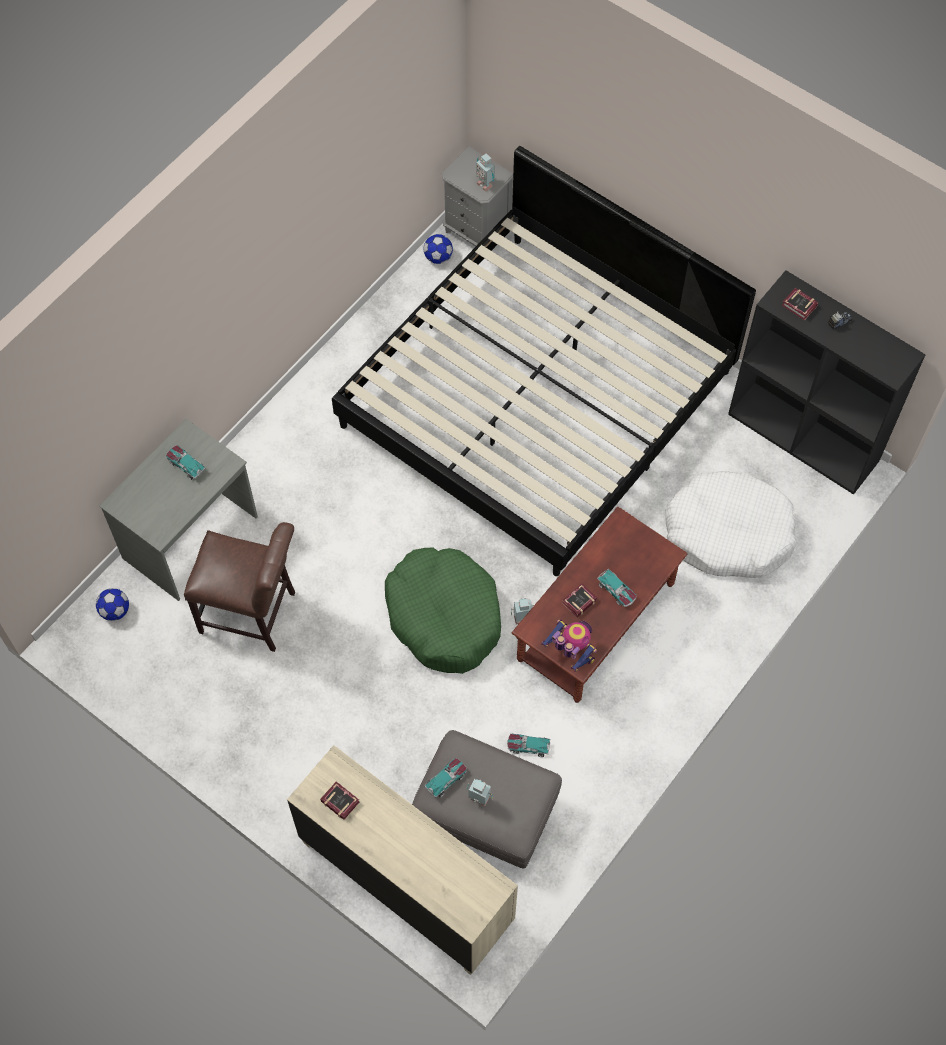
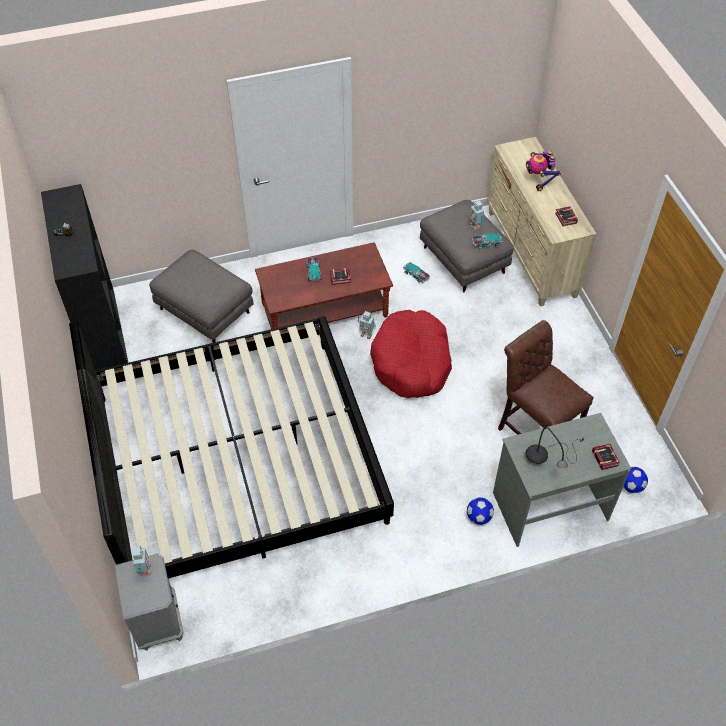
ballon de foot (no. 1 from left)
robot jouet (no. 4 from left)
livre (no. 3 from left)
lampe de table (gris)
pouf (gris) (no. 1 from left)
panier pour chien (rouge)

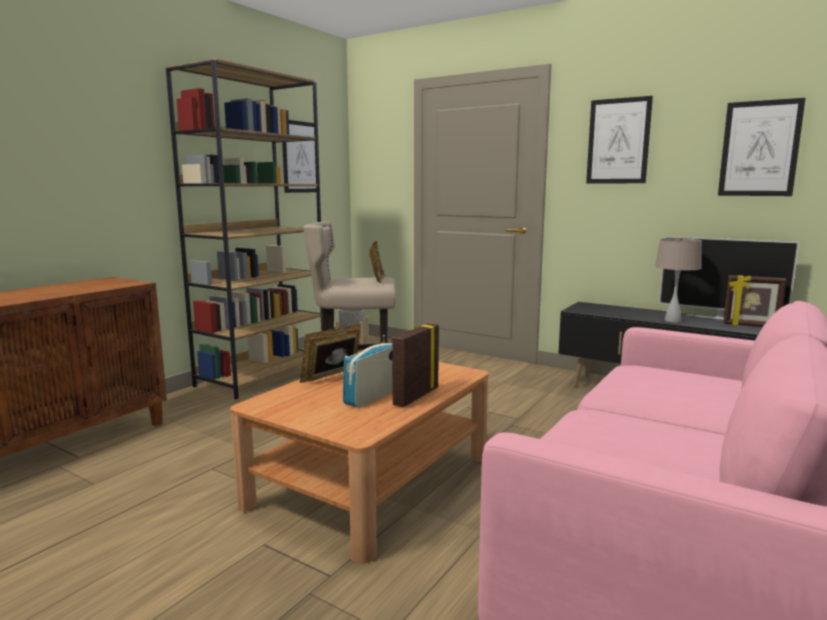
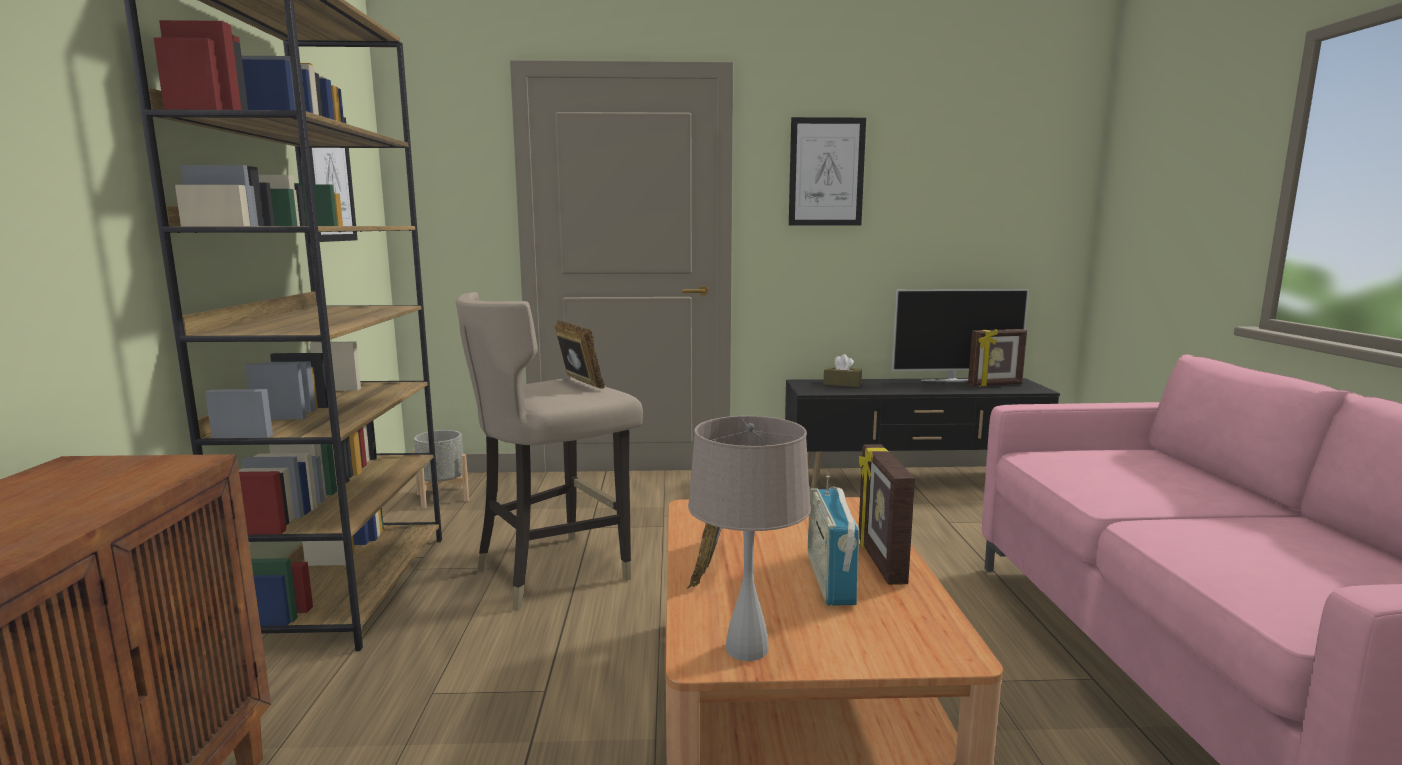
tableau (no. 3 from left in the first image)
boîte à mouchoirs (marron)
lampe de table (beige)

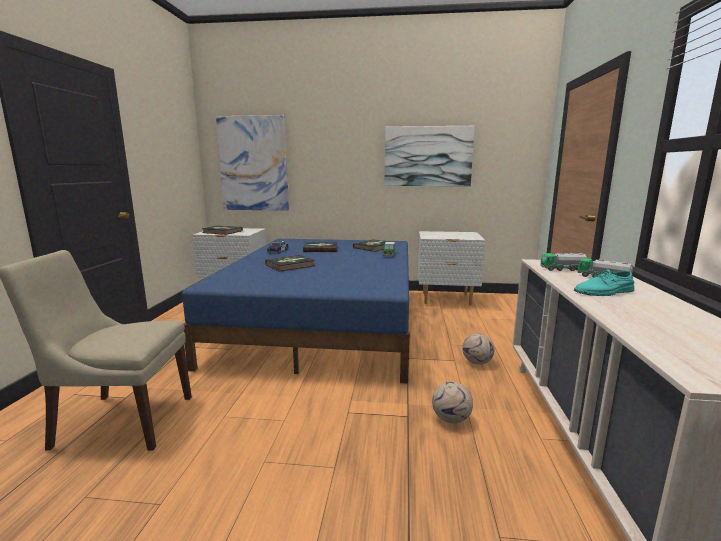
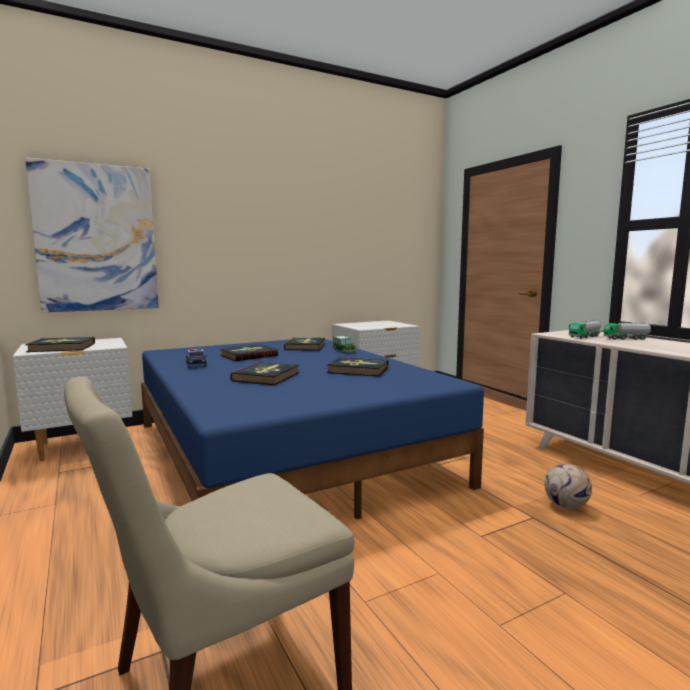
tableau (no. 2 from left in the first image)
ballon de foot (no. 2 from left in the first image)
chaussure (turquoise)
livre (no. 5 from left)

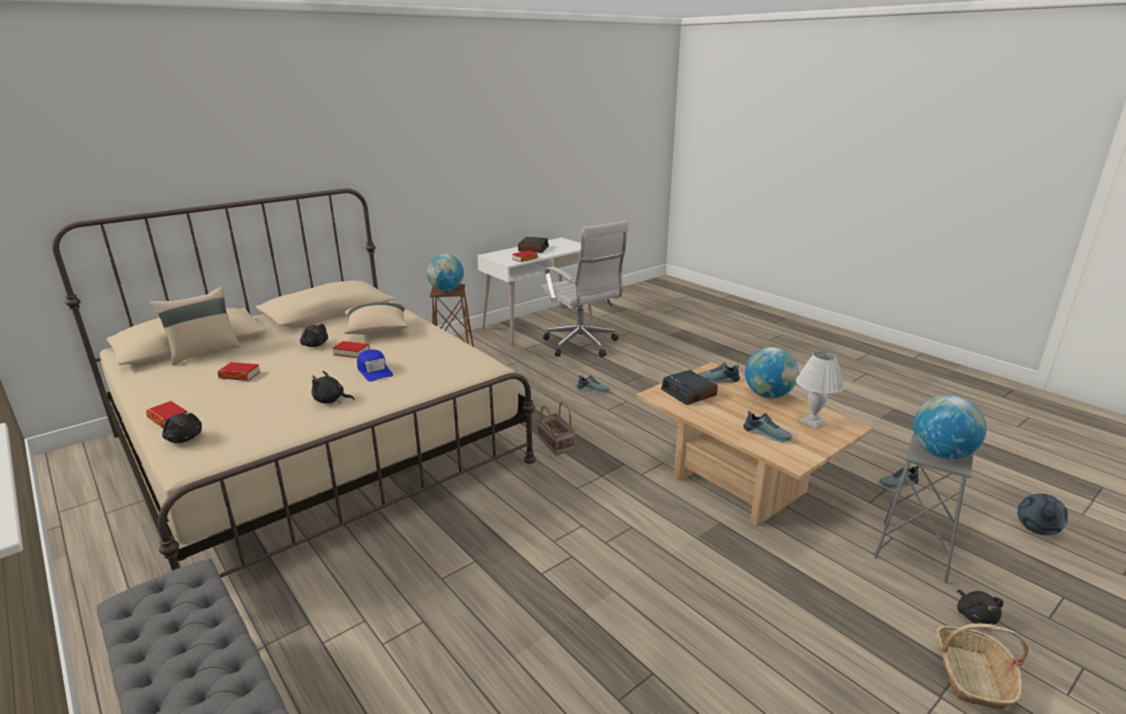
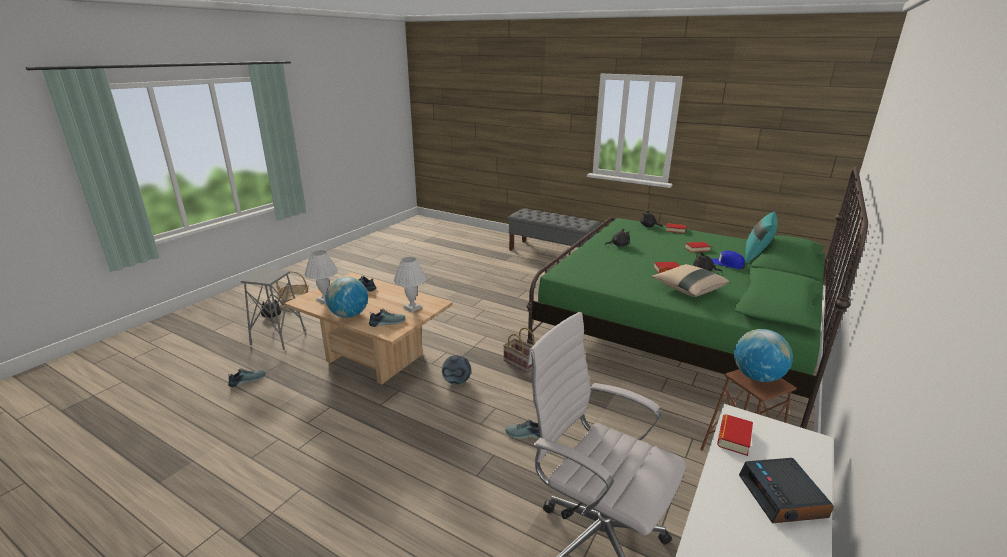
globe (no. 3 from left in the first image)
casquette (bleu)
ballon de foot
lampe de table (blanc) (no. 2 from left)
lit (vert)
coussin (turquoise)

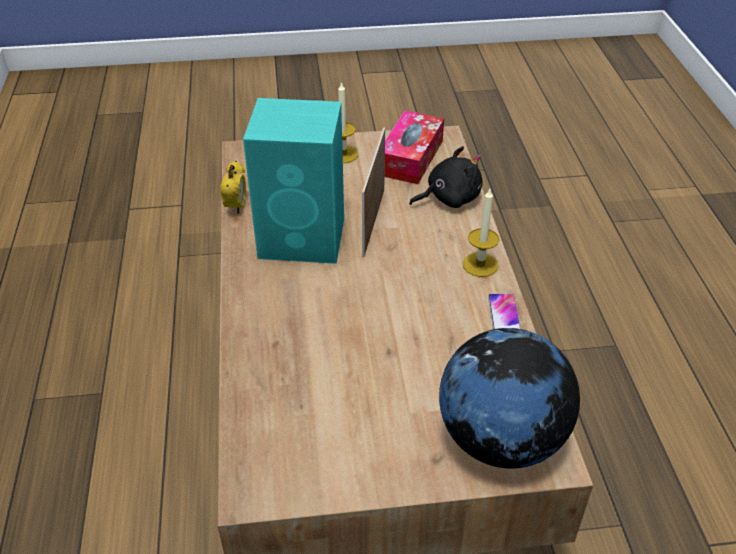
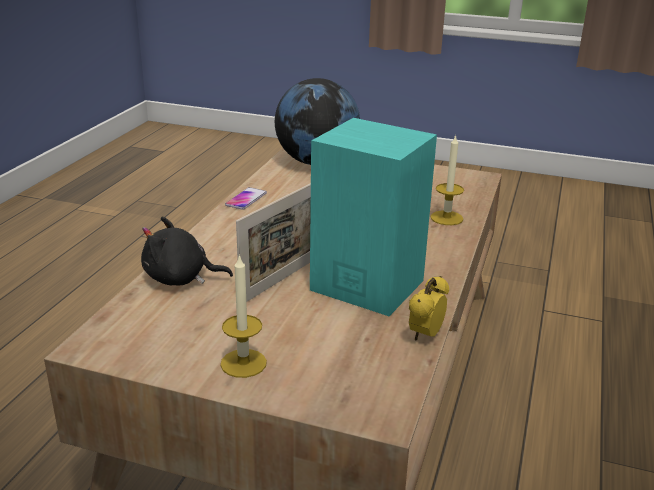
boîte à mouchoirs
bougie (no. 2 from left)

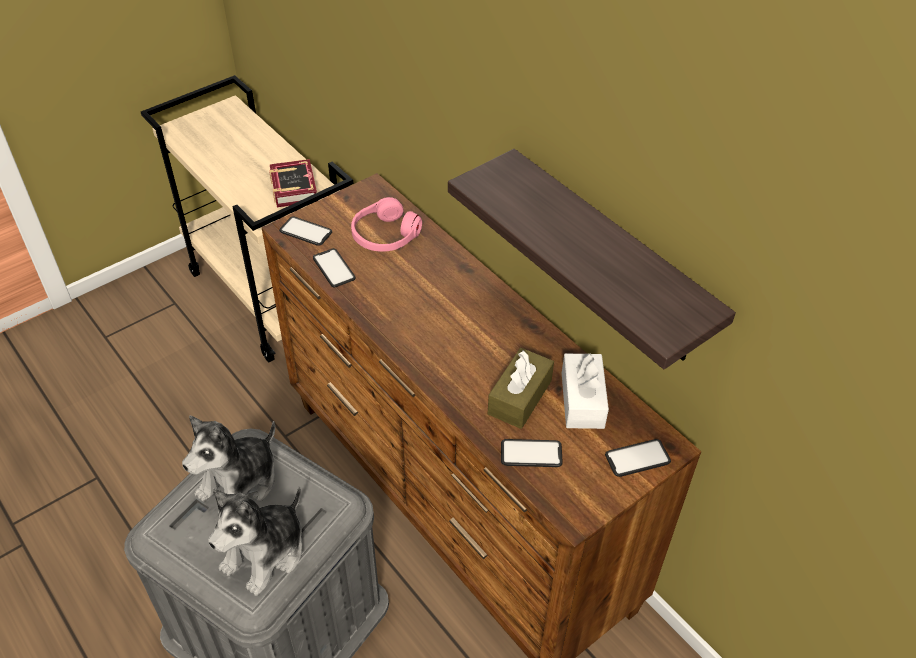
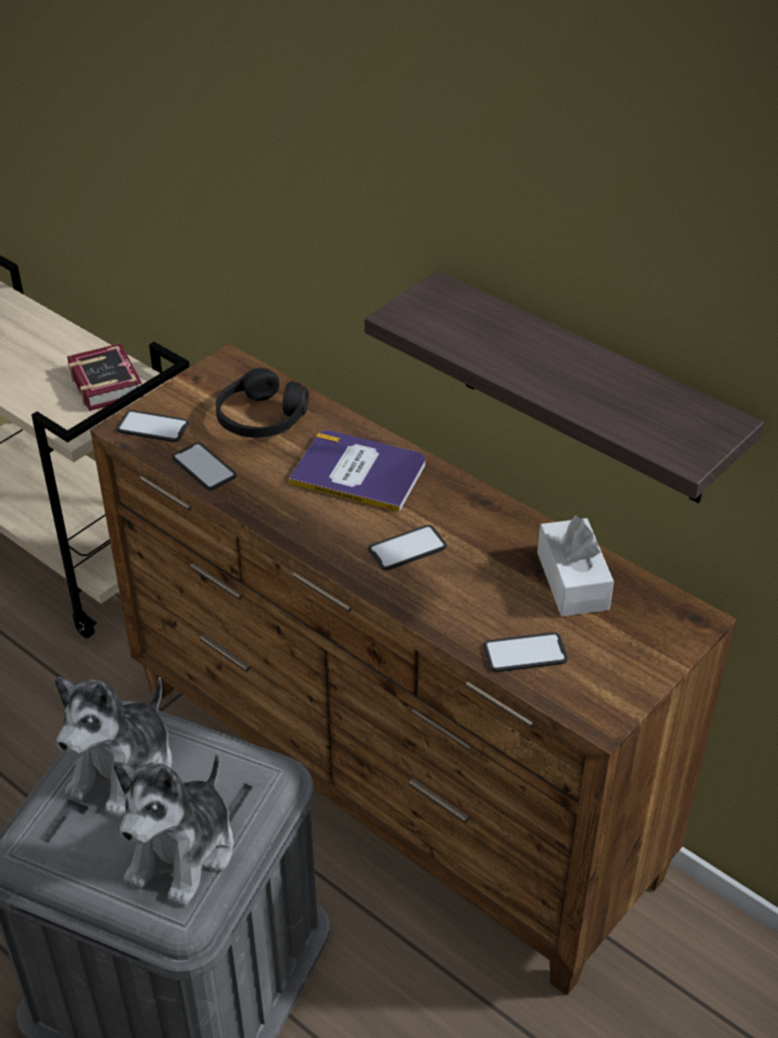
boîte à mouchoirs (marron)
livre (no. 2 from left)
téléphone (no. 3 from left)
casque audio (noir)

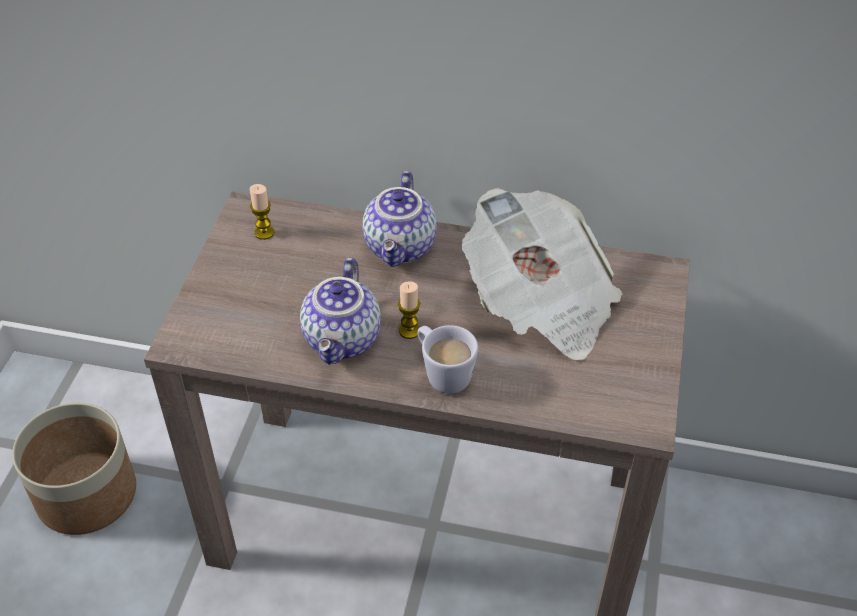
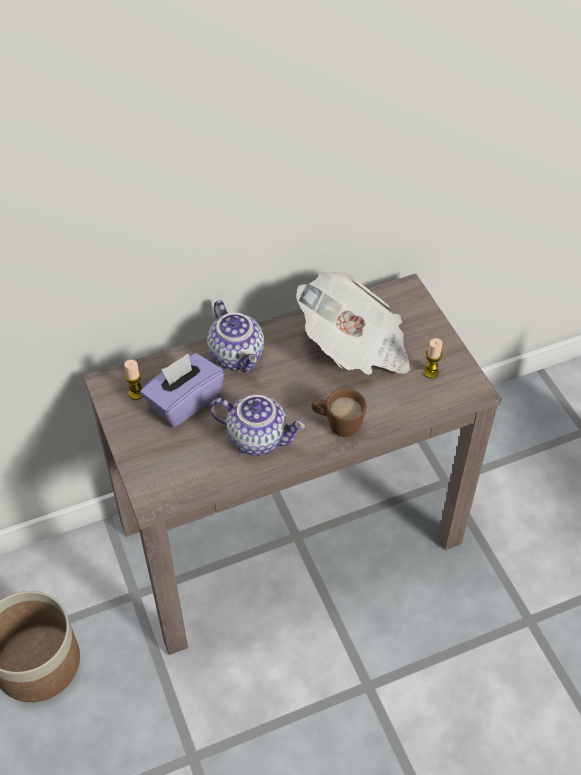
boîte à mouchoirs (violet)
bougie (no. 2 from left)
mug (marron)
théière (no. 2 from left)

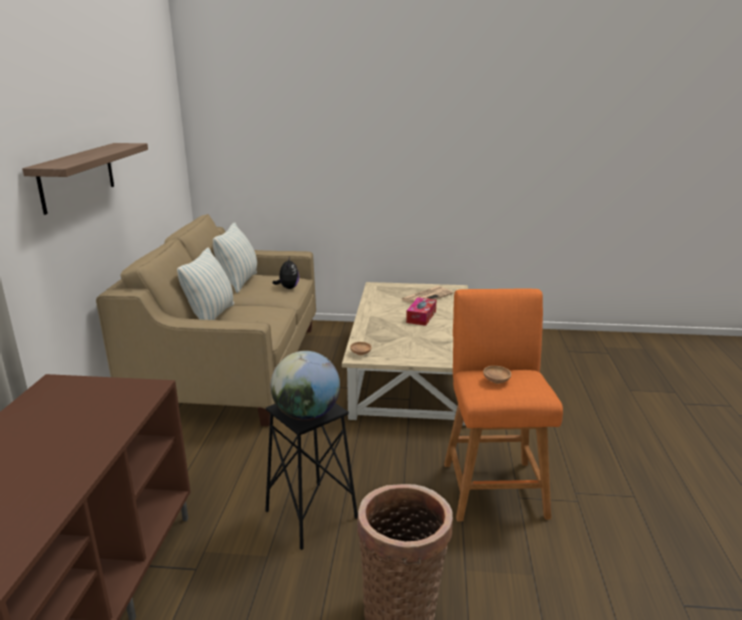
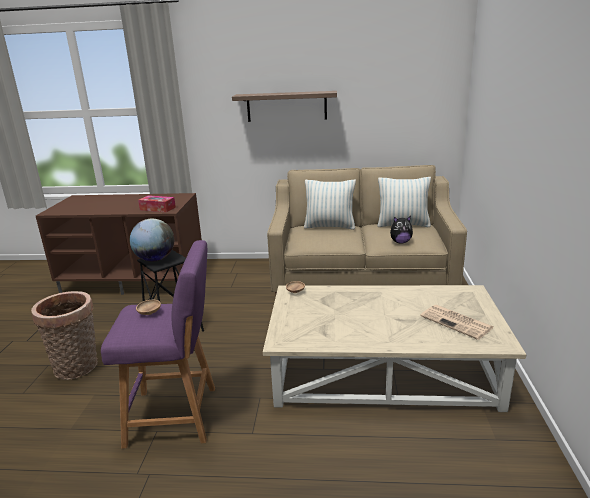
boîte à mouchoirs
tabouret (violet)

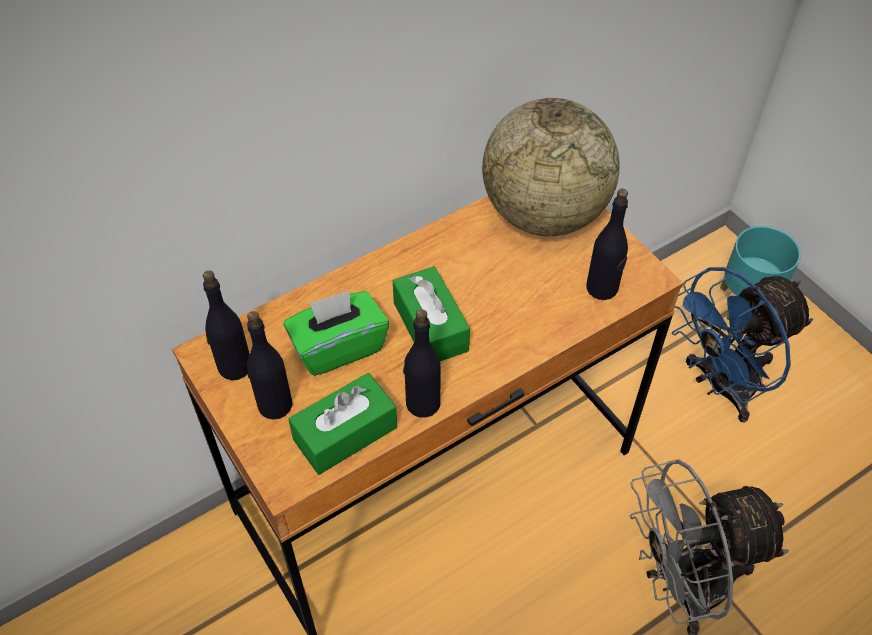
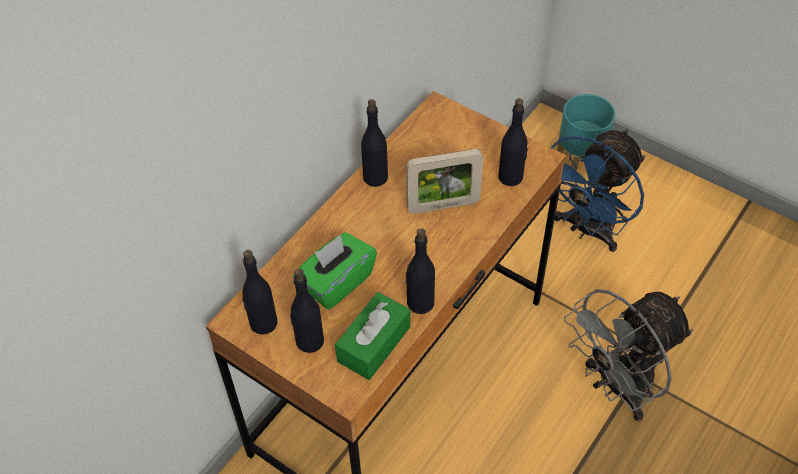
boîte à mouchoirs (vert) (no. 3 from left in the first image)
globe
bouteille (noir) (no. 3 from left)
cadre photo

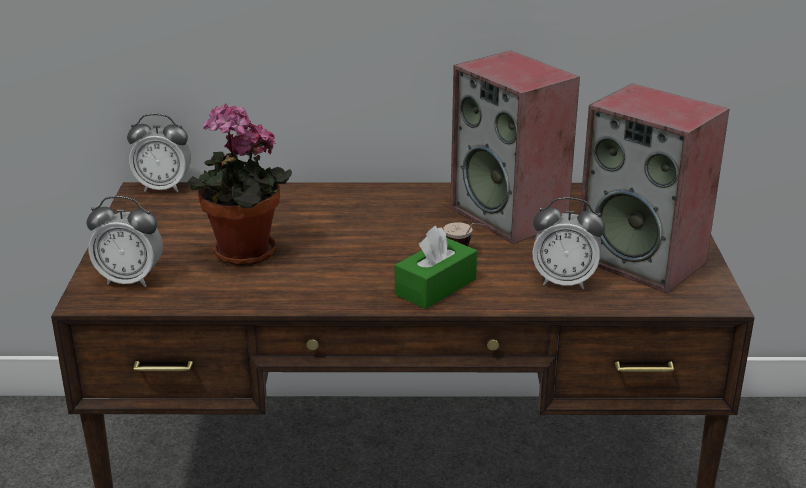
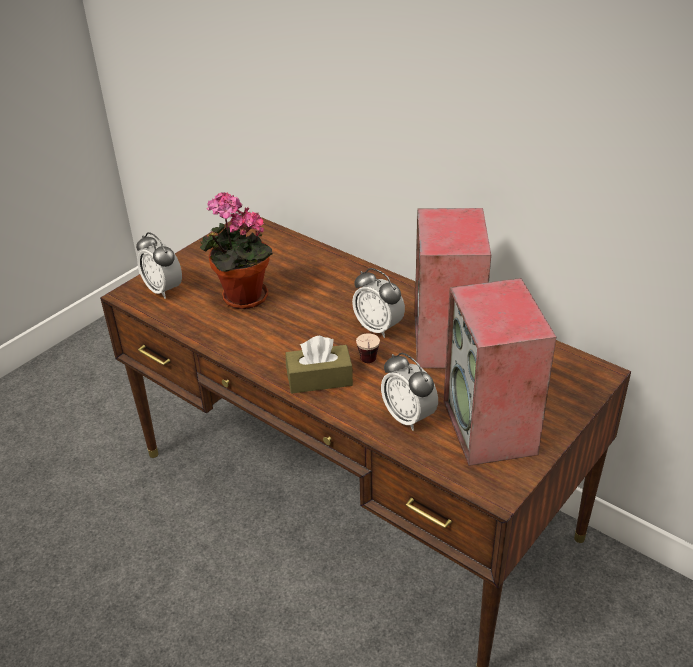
réveil (no. 2 from left)
boîte à mouchoirs (marron)

